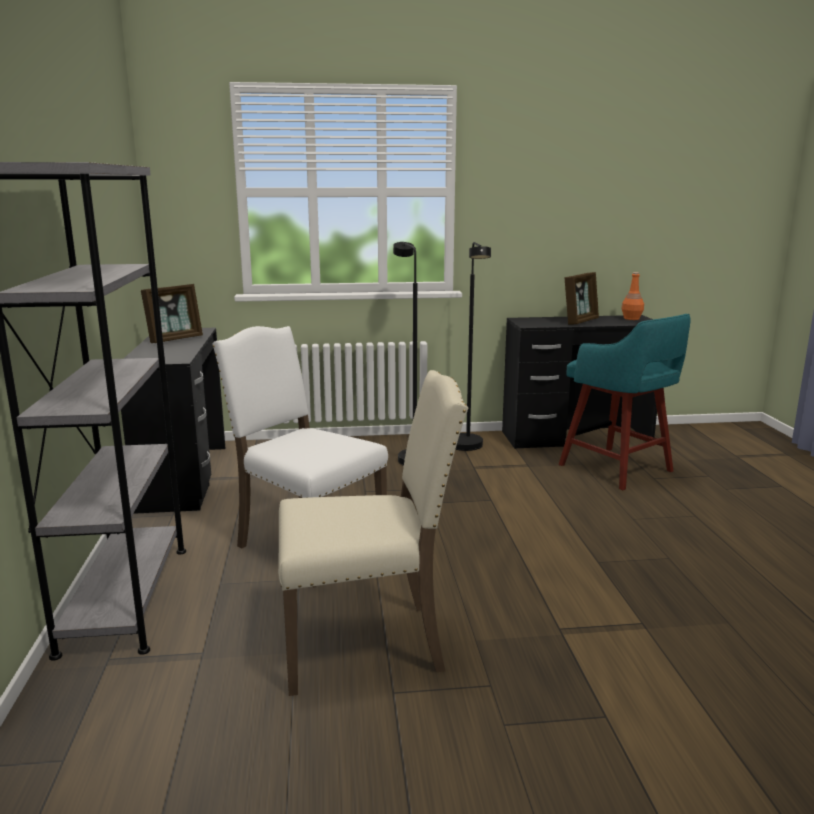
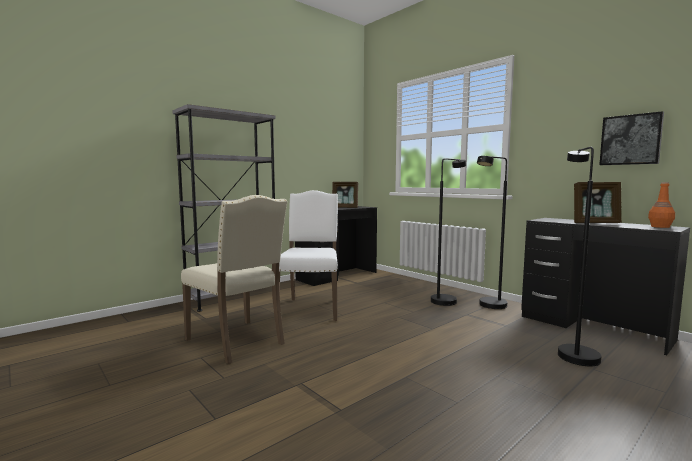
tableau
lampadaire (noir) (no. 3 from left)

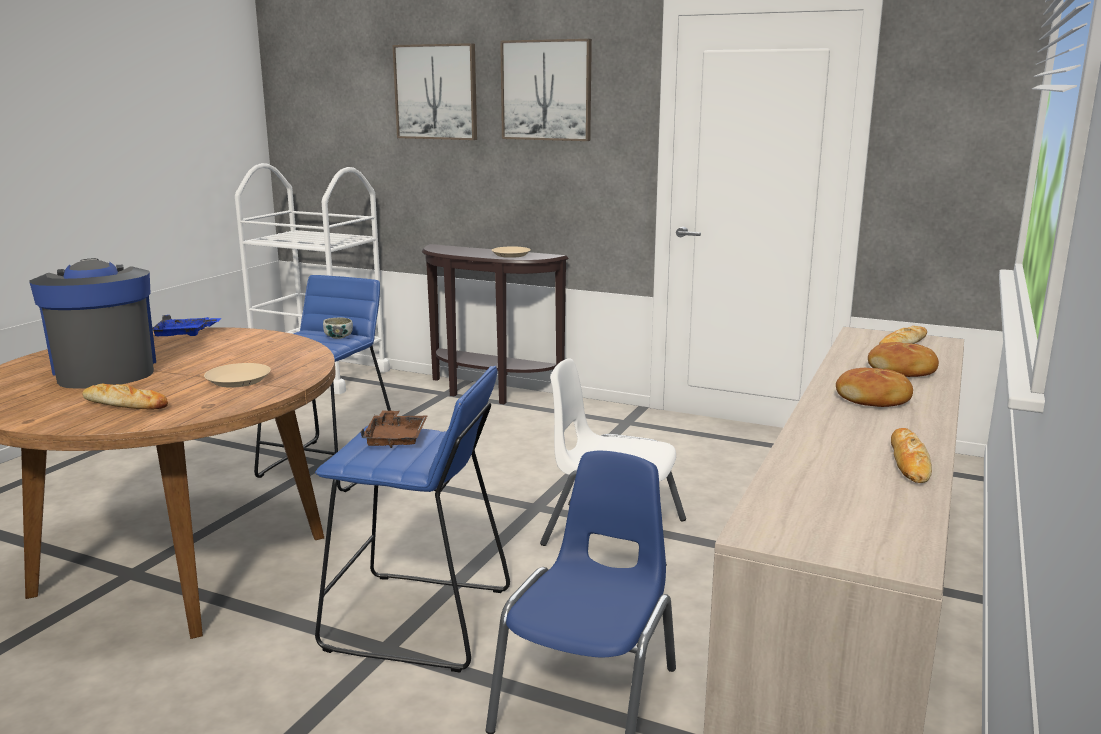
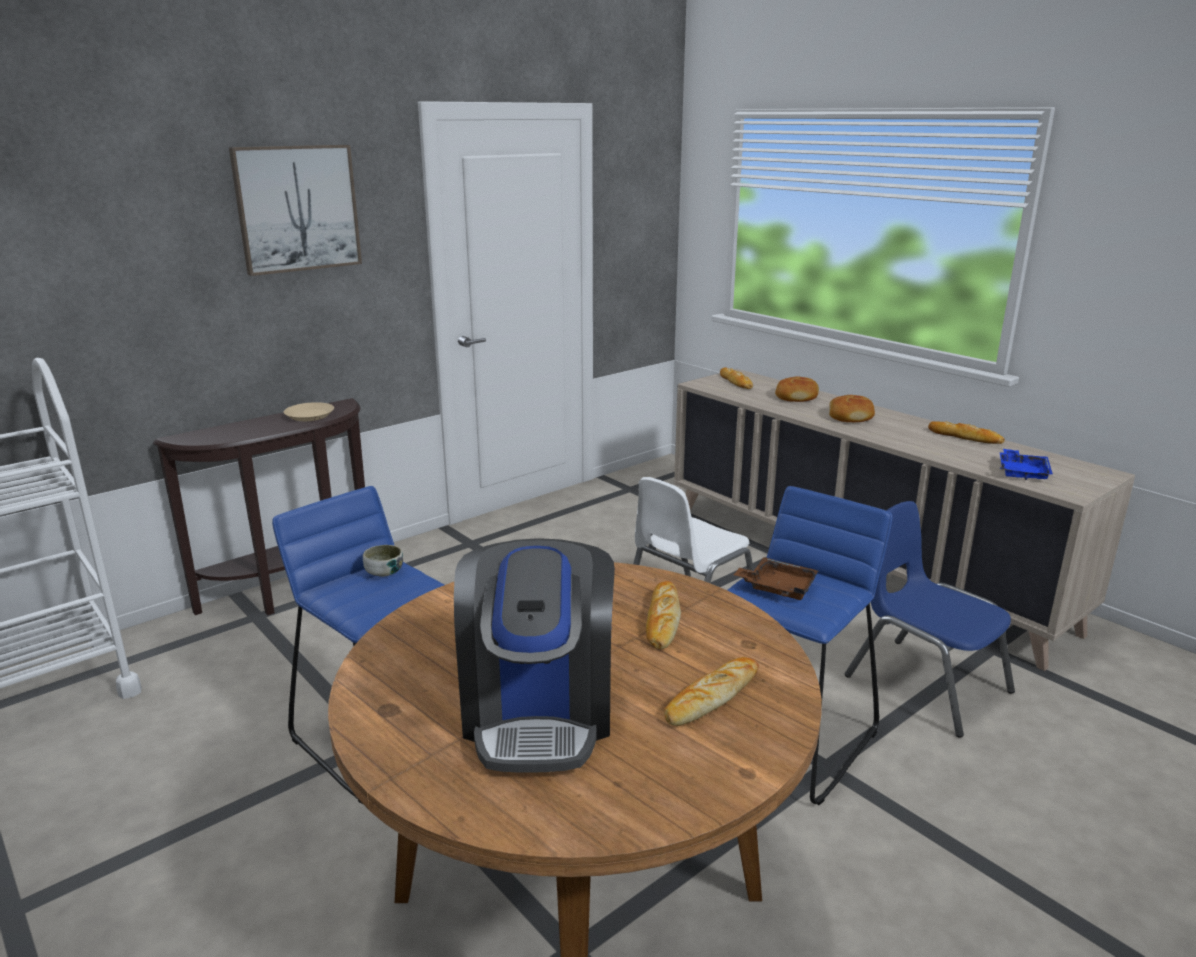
tableau (no. 1 from left in the first image)
plateau (bleu)
pain (no. 1 from left)
machine à café

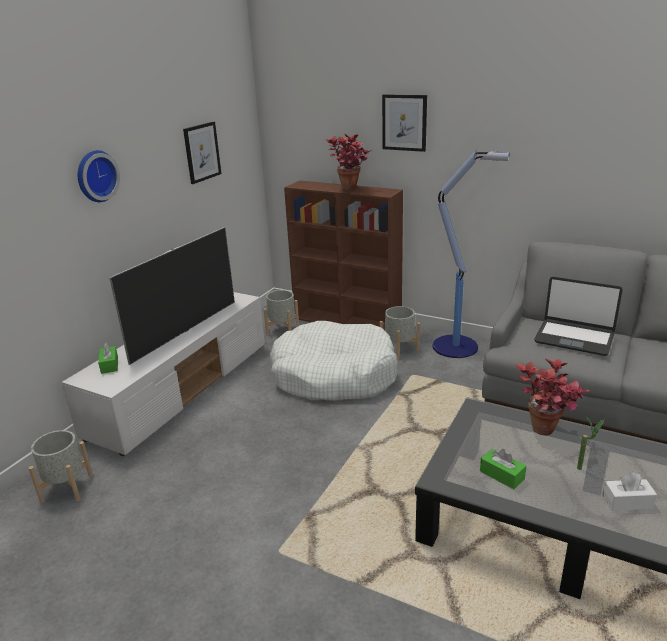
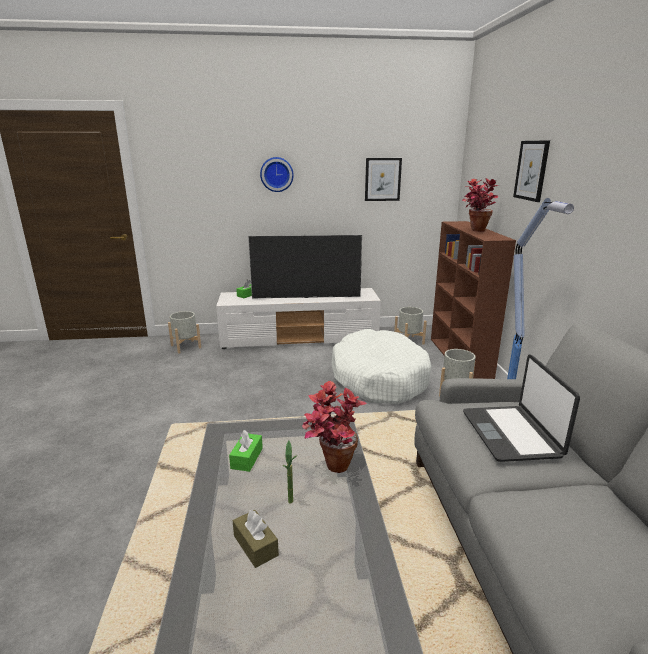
boîte à mouchoirs (marron)

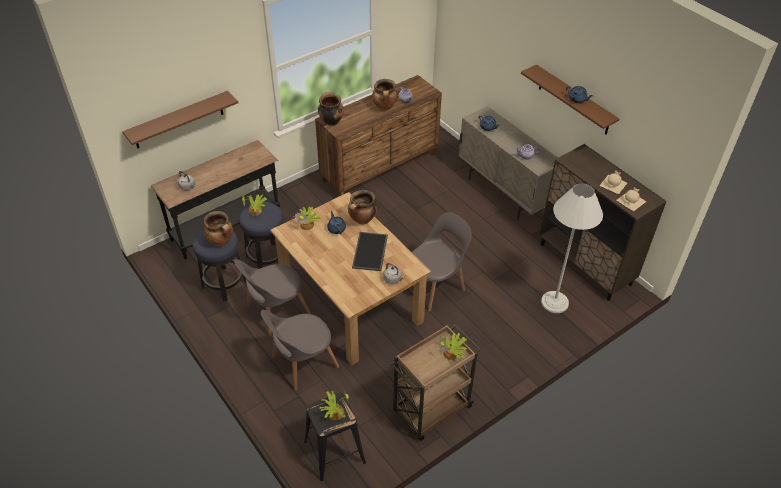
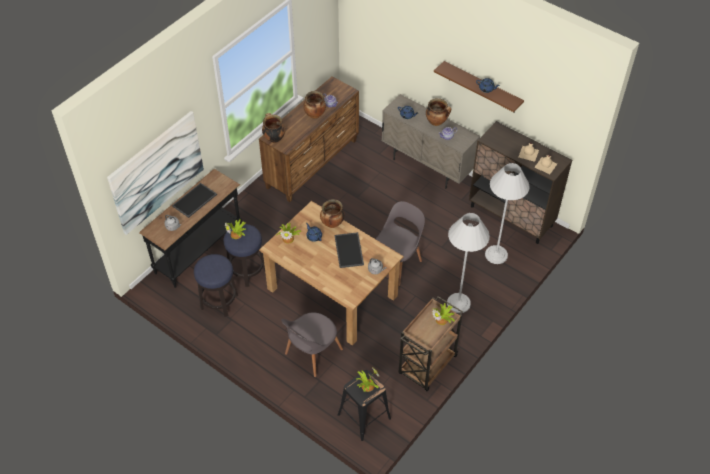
chaise (gris) (no. 1 from left in the first image)
plateau (no. 1 from left)
lampadaire (blanc) (no. 1 from left)
marmite (no. 4 from left)
tableau

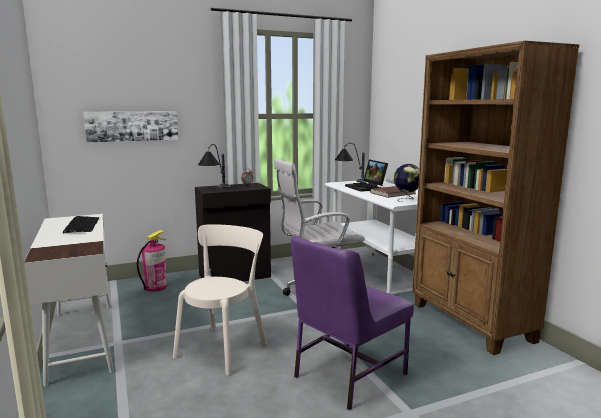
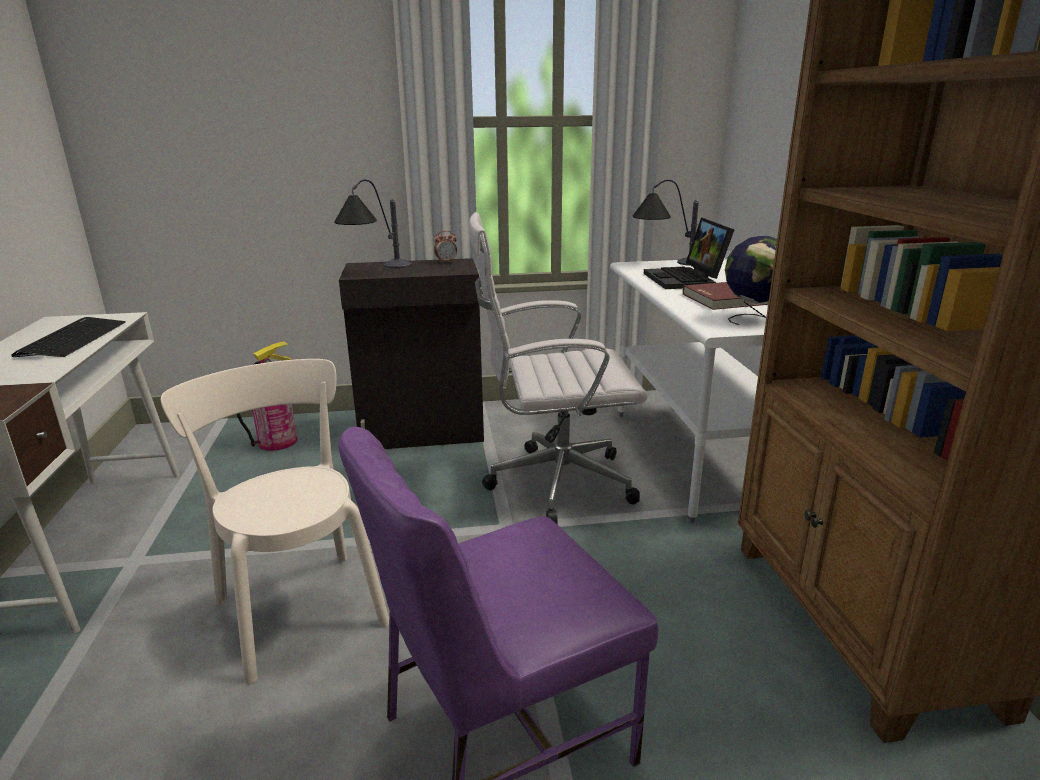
tableau
chaise (beige)

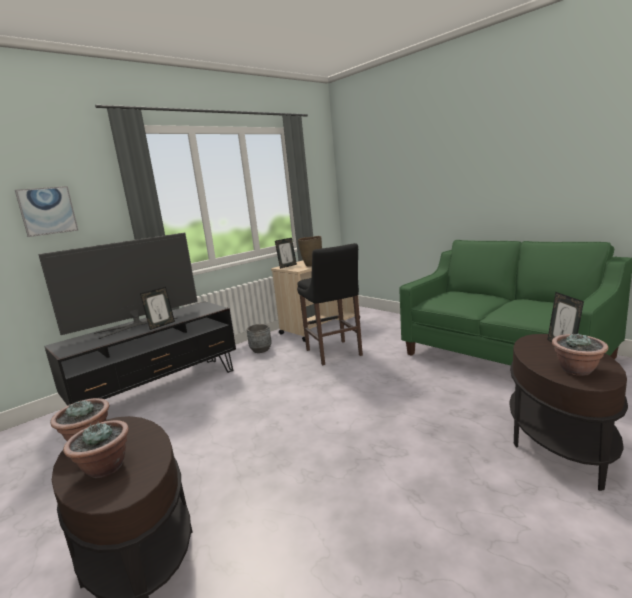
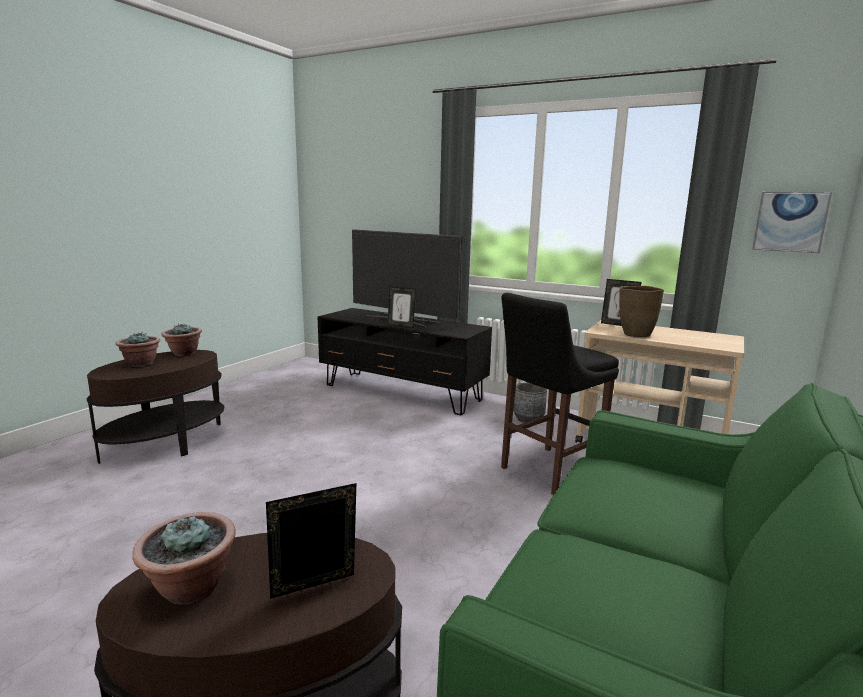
tableau

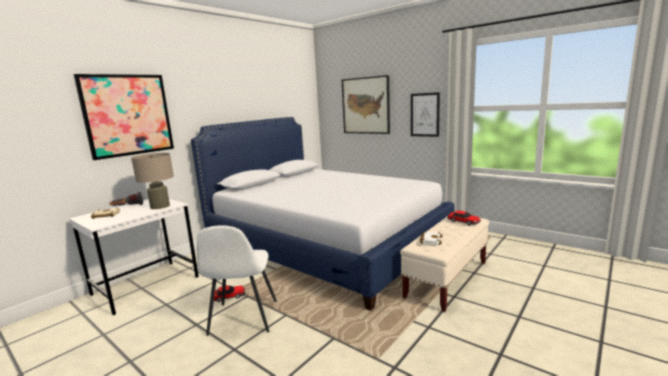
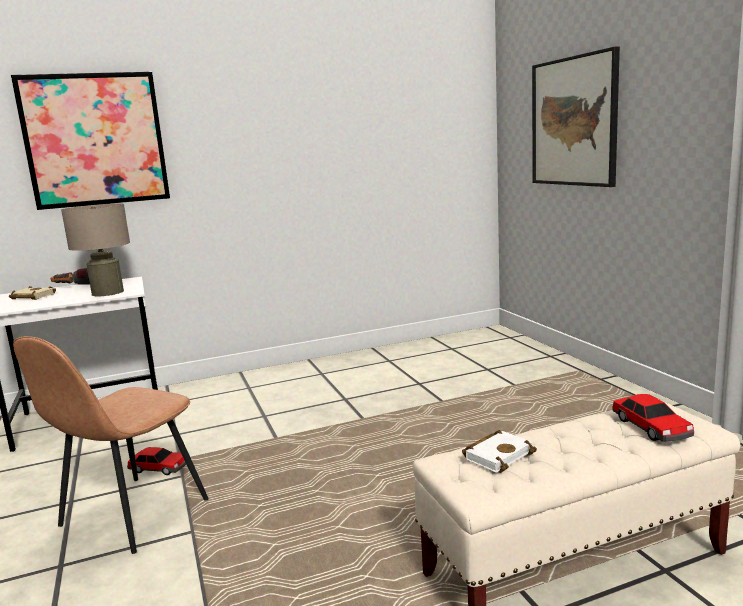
lit
tableau (no. 3 from left in the first image)
chaise (marron)

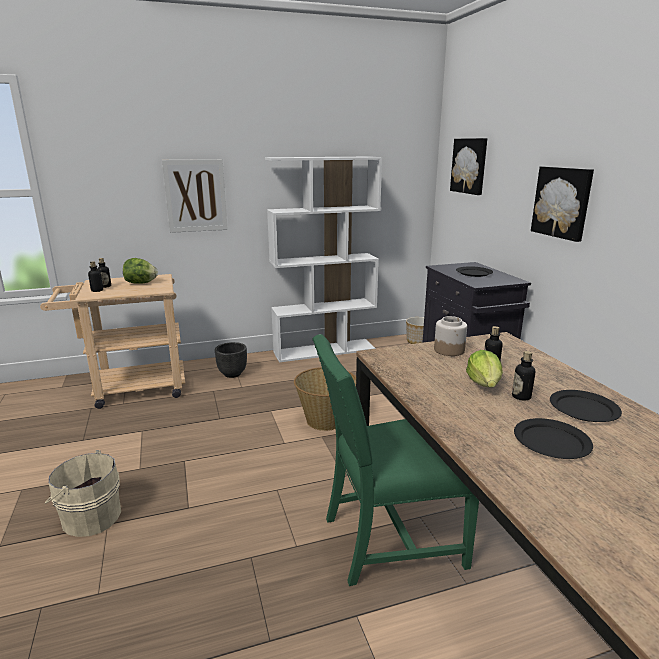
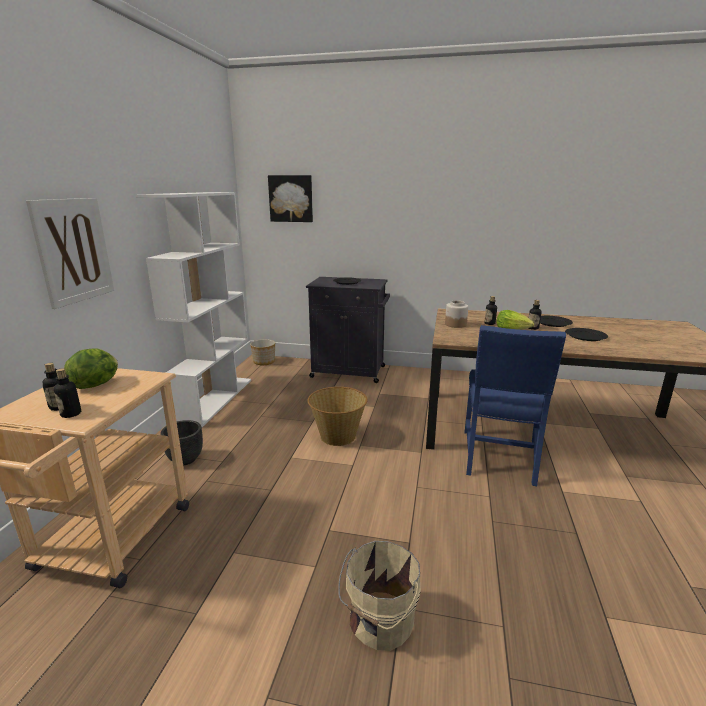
tableau (no. 3 from left in the first image)
chaise (bleu)

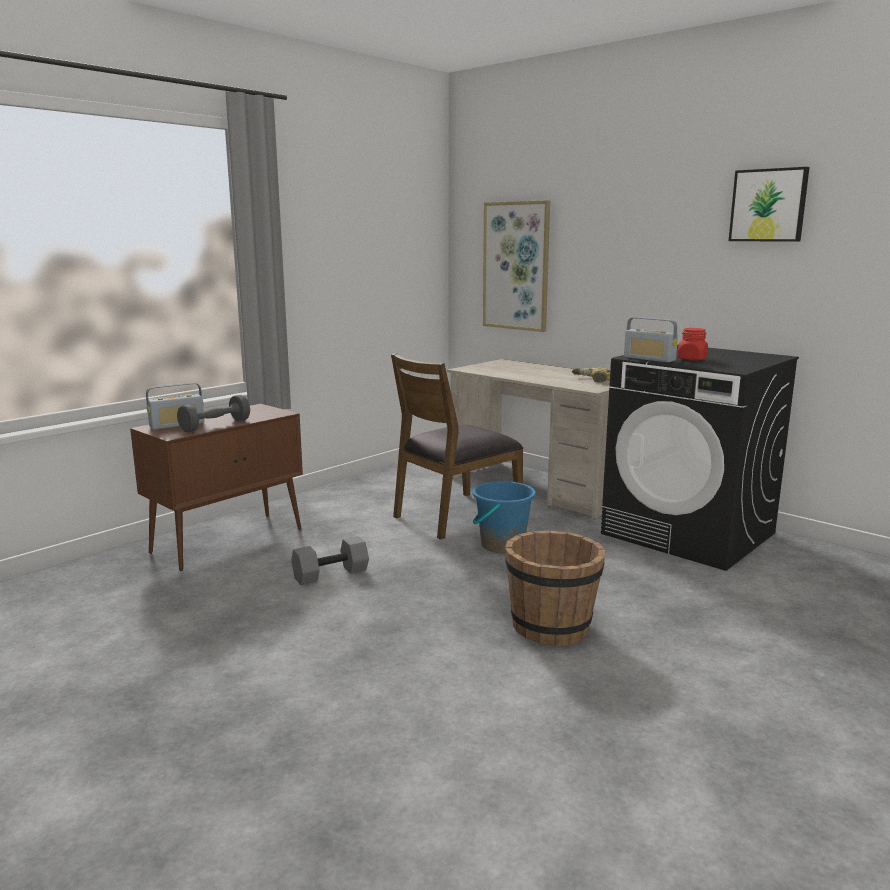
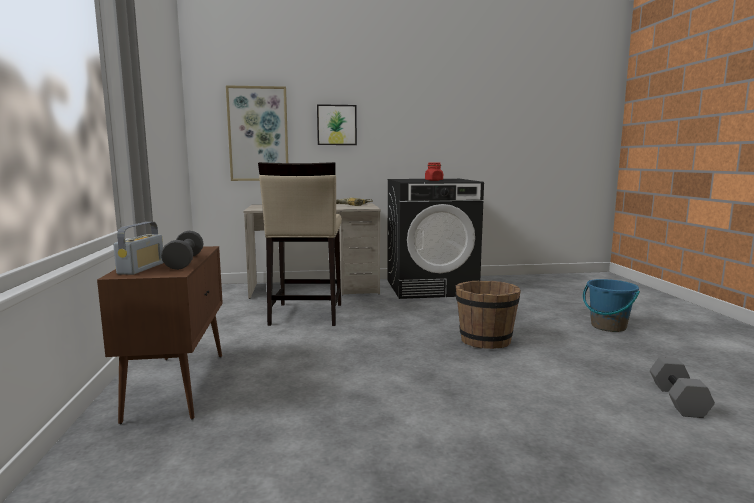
radio (no. 2 from left in the first image)
haltère (gris) (no. 2 from left)
seau (bleu)
tableau (no. 2 from left)
tabouret (beige)

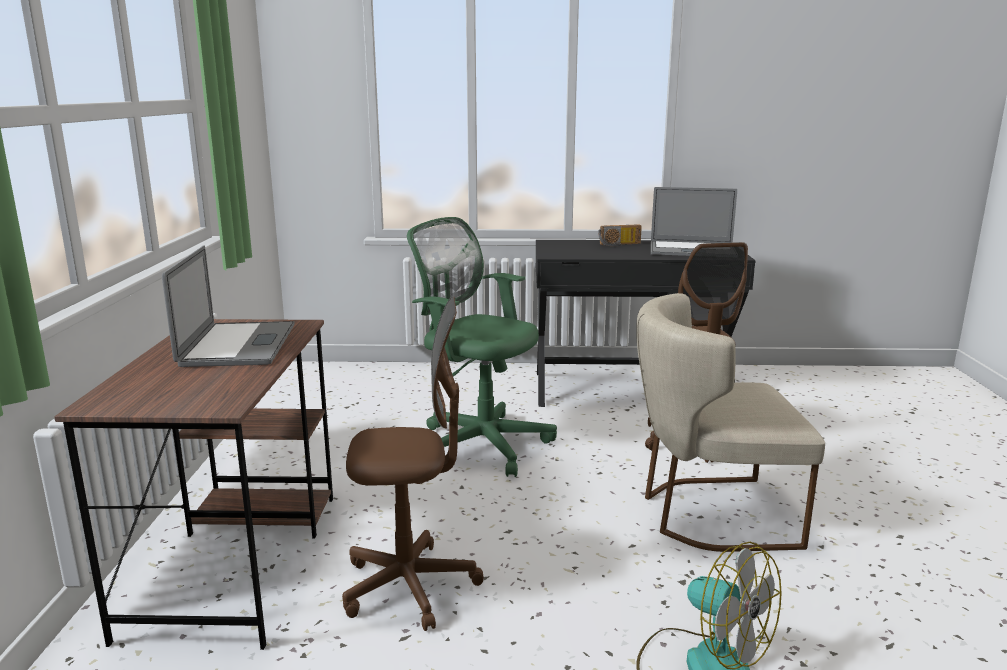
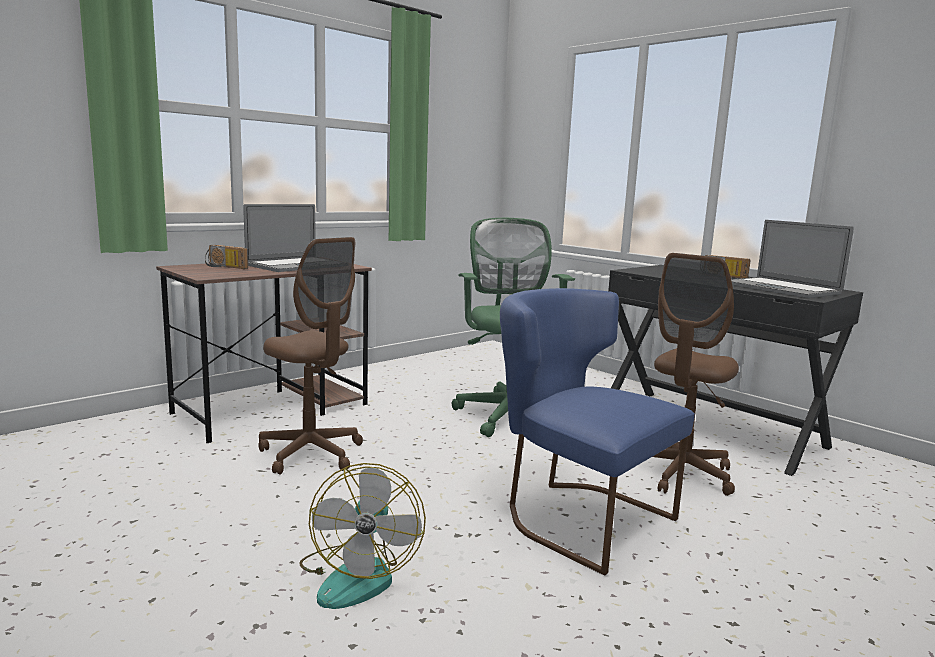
radio (no. 1 from left)
chaise (bleu)

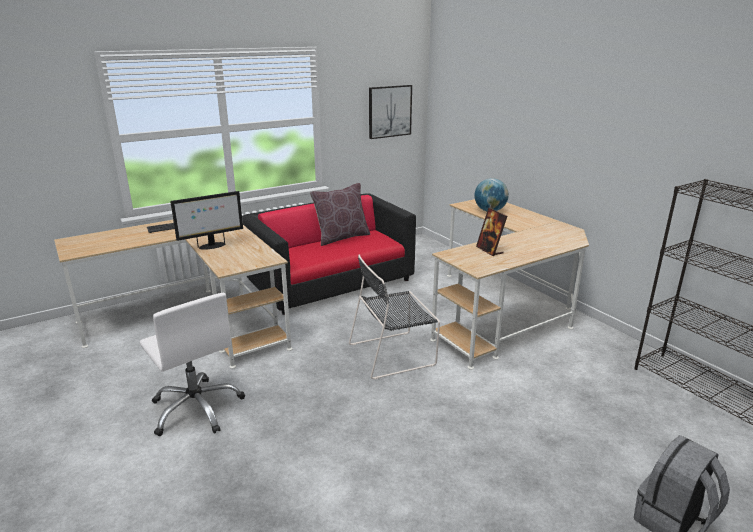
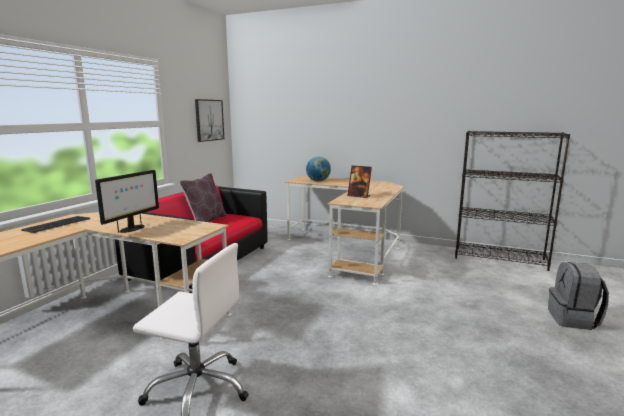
chaise (noir)

